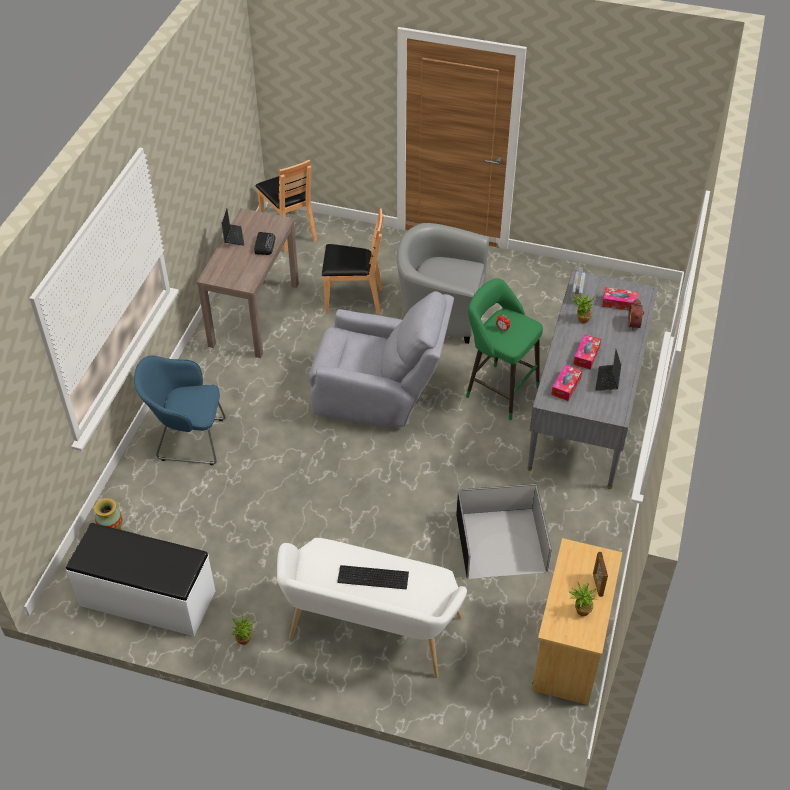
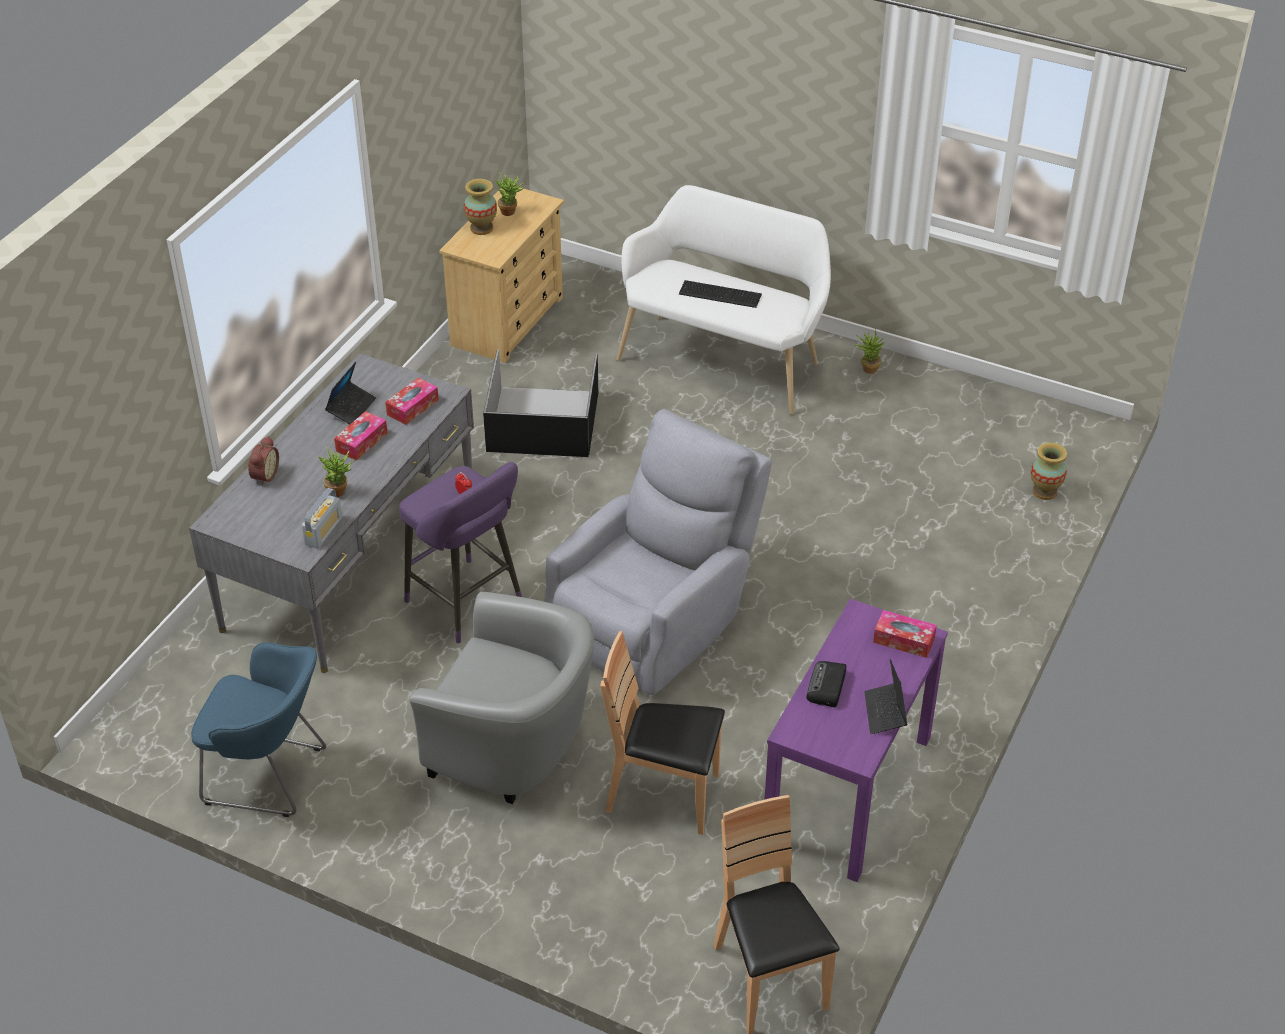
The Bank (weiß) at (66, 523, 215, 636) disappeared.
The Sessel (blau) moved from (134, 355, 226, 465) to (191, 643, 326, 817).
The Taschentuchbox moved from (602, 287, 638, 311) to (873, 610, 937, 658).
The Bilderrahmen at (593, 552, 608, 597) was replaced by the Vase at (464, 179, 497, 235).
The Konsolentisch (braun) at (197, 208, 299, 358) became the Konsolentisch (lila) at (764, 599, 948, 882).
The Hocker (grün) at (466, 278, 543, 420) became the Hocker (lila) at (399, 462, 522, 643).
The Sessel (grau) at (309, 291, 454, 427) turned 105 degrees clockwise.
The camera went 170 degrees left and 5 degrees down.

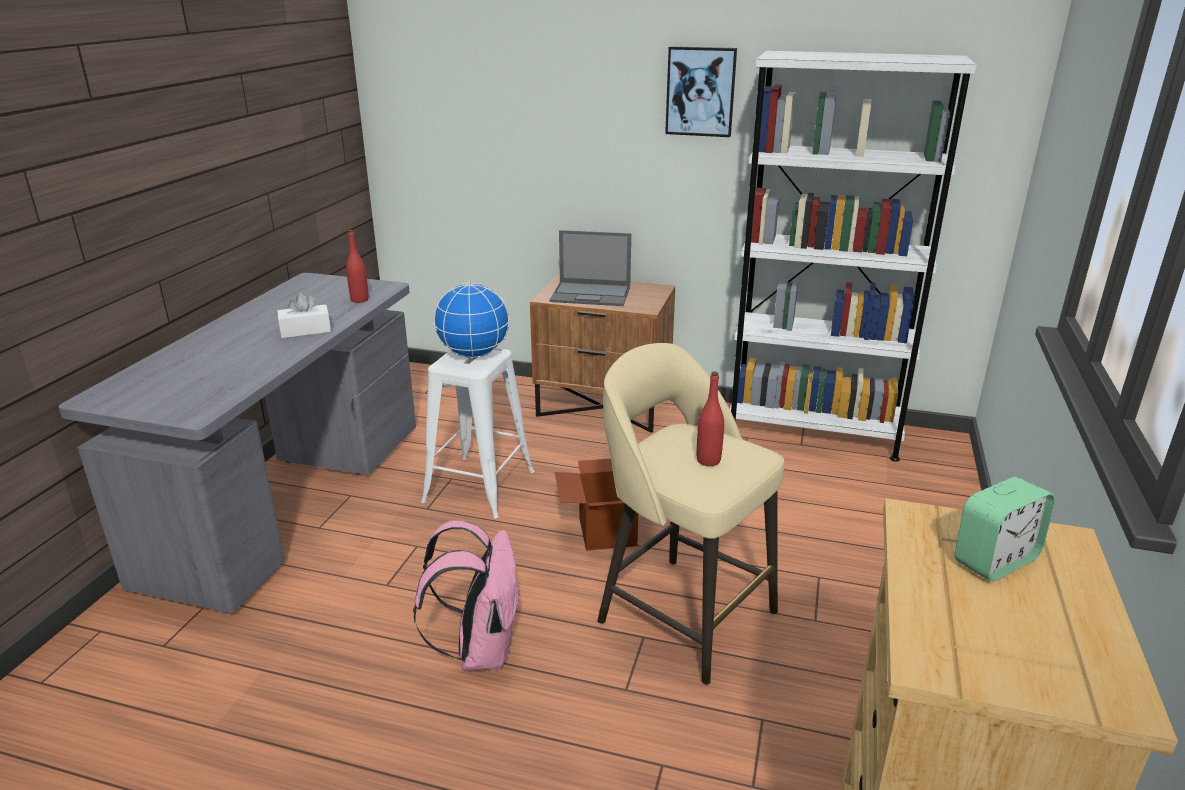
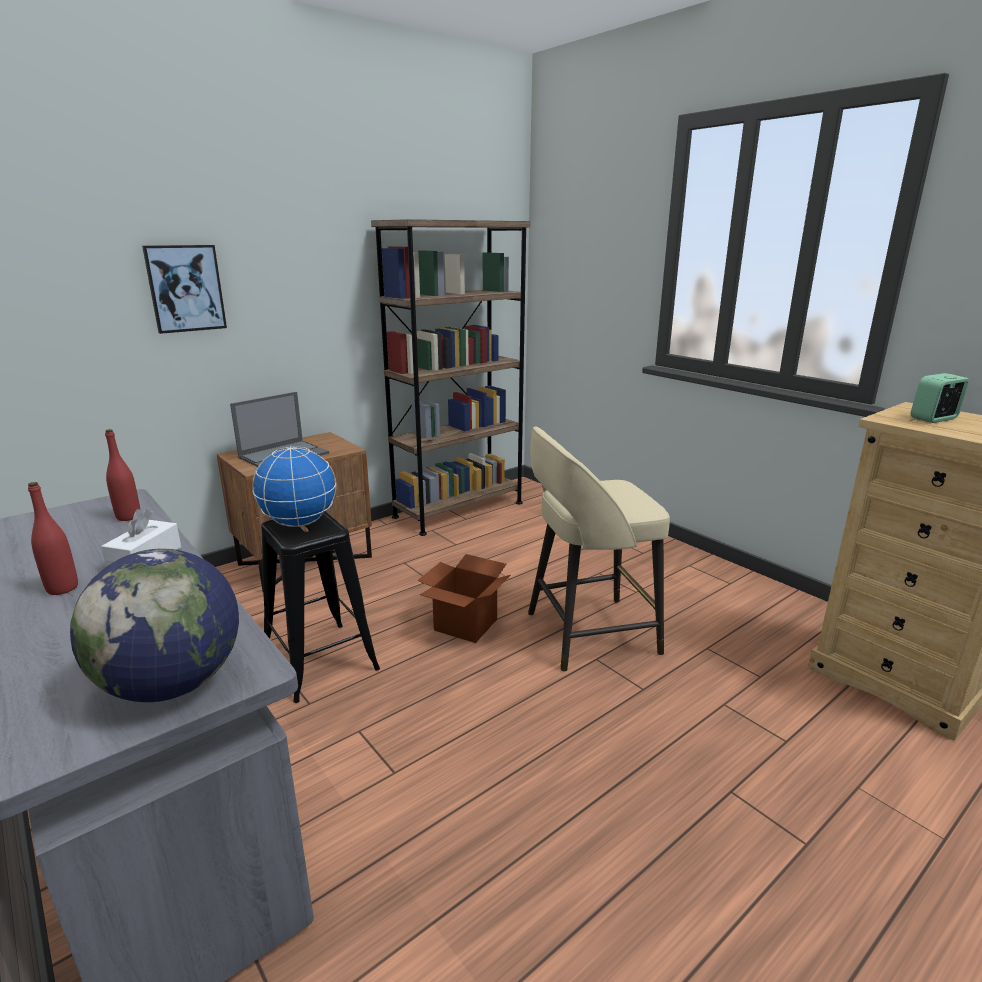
The Rucksack (rosa) at (413, 520, 521, 670) disappeared.
The Globus at (70, 549, 239, 702) appeared.
The Bild moved from (665, 46, 737, 137) to (142, 245, 227, 334).
The Flasche (rot) moved from (697, 372, 724, 466) to (28, 482, 78, 595).
The Hocker (weiß) at (421, 348, 534, 519) became the Hocker (schwarz) at (261, 511, 380, 703).
The Bücherregal (weiß) at (730, 51, 976, 462) became the Bücherregal (braun) at (371, 219, 531, 536).
The Wecker at (954, 477, 1055, 581) turned 120 degrees counterclockwise.
The camera went 55 degrees left and 5 degrees down.

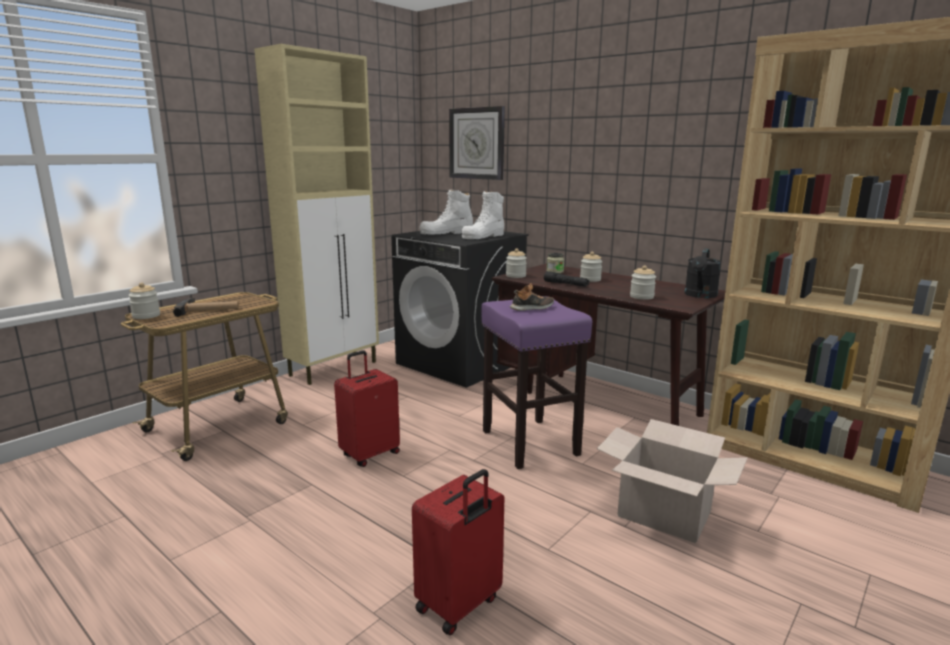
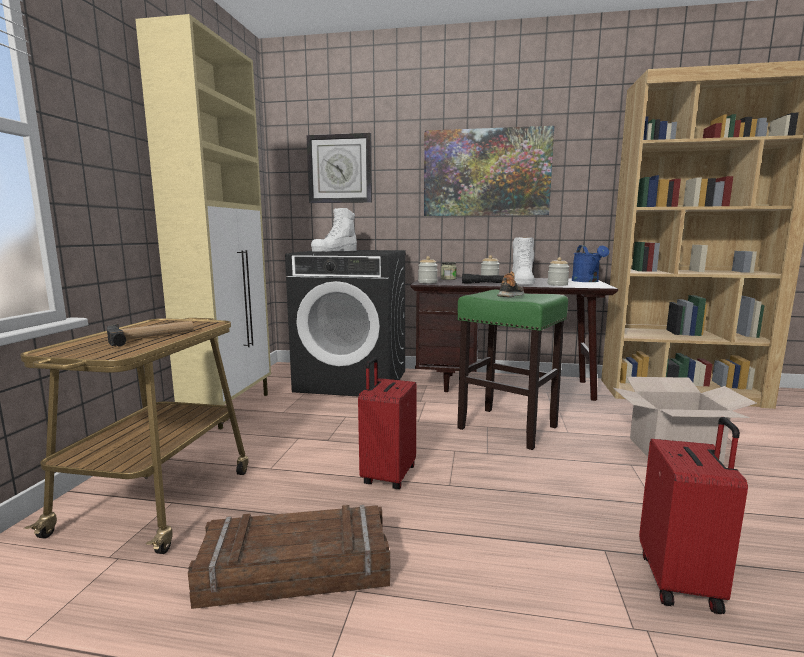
The Vorratsglas at (128, 282, 160, 319) disappeared.
The Kiste at (188, 505, 390, 609) appeared.
The Bild at (424, 126, 554, 216) appeared.
The Stiefel (weiß) moved from (461, 191, 504, 239) to (512, 237, 535, 284).
The Hocker (lila) at (481, 296, 592, 469) became the Hocker (grün) at (457, 290, 568, 450).
The Gießkanne (schwarz) at (685, 249, 721, 298) became the Gießkanne (blau) at (572, 245, 609, 282).
The camera went 30 degrees left and 5 degrees down.

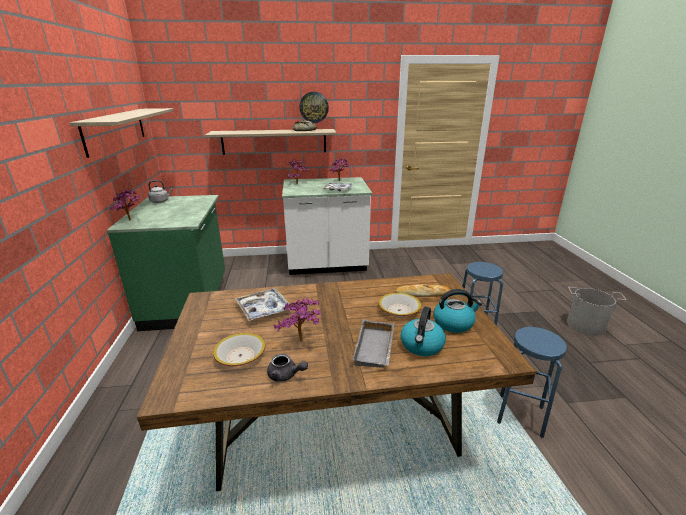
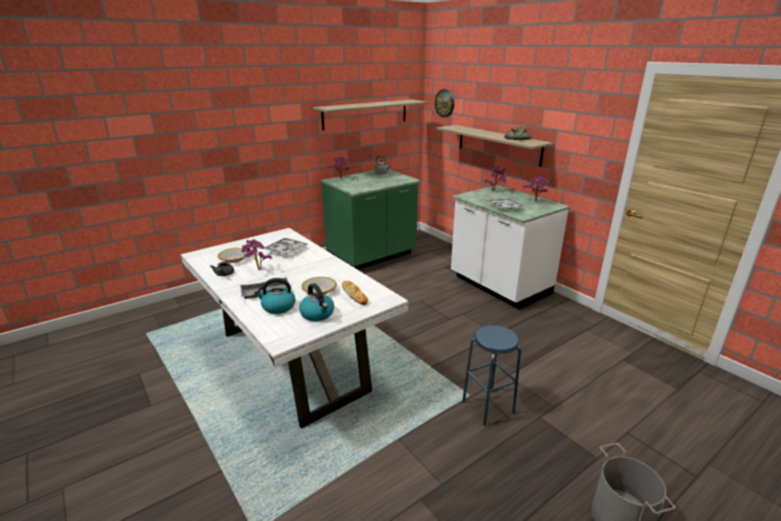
The Hocker (blau) at (497, 327, 567, 438) disappeared.
The Wanduhr moved from (299, 92, 329, 123) to (435, 89, 454, 117).
The Esstisch (braun) at (137, 273, 536, 491) became the Esstisch (weiß) at (181, 228, 408, 429).
The camera went 60 degrees right and 0 degrees up.

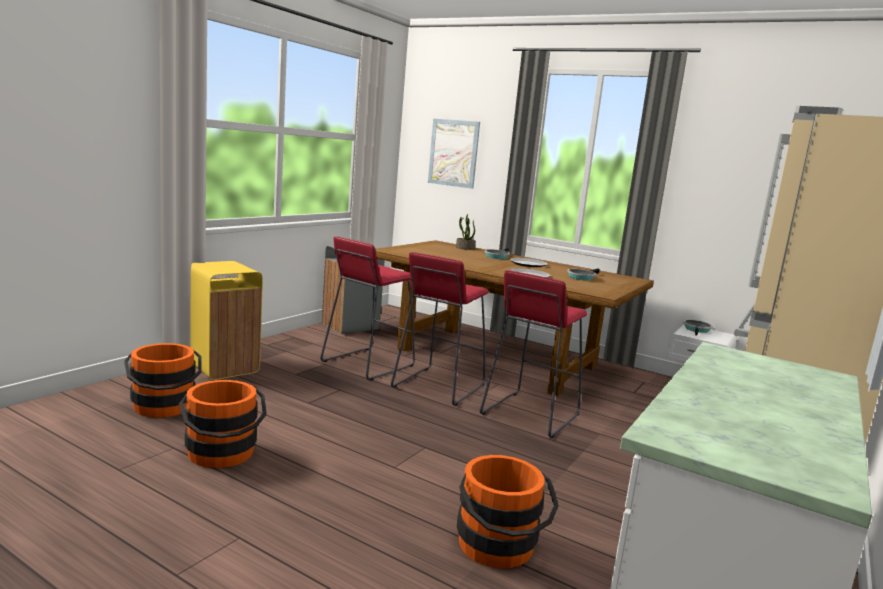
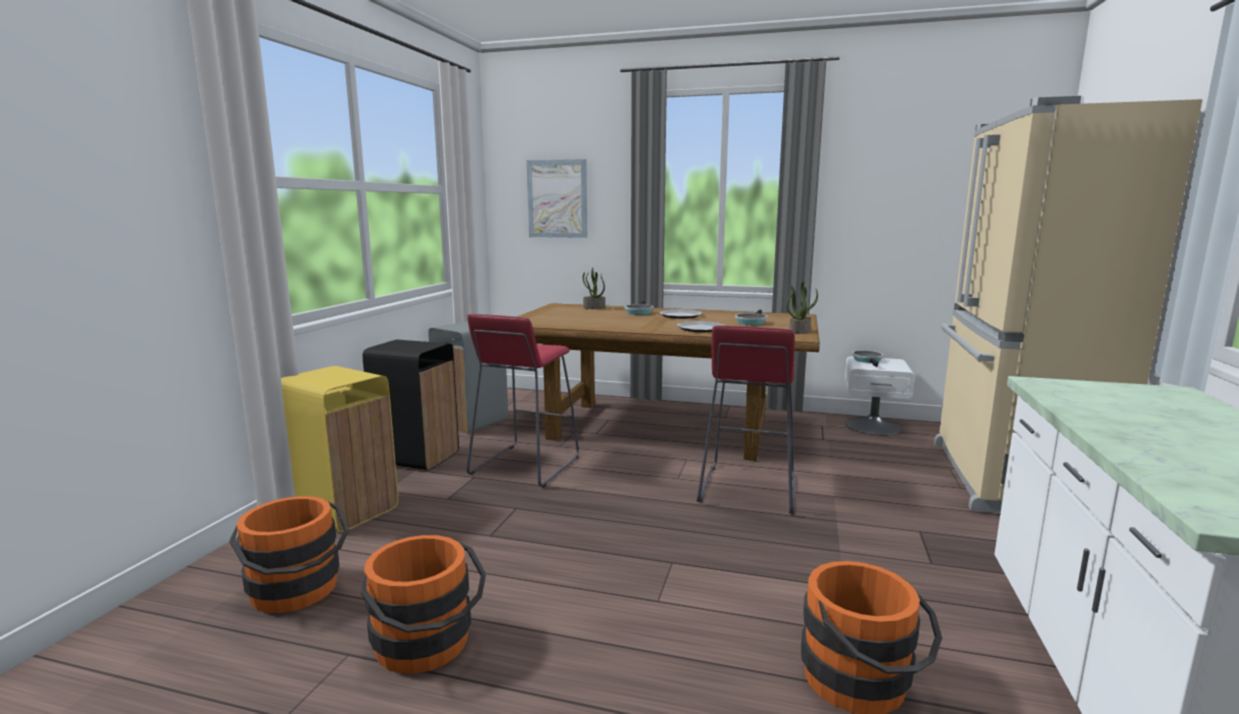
The Hocker (rot) at (391, 252, 489, 406) disappeared.
The Mülleimer (schwarz) at (363, 340, 459, 470) appeared.
The Topfpflanze at (786, 282, 818, 334) appeared.
The camera went 15 degrees left and 0 degrees up.

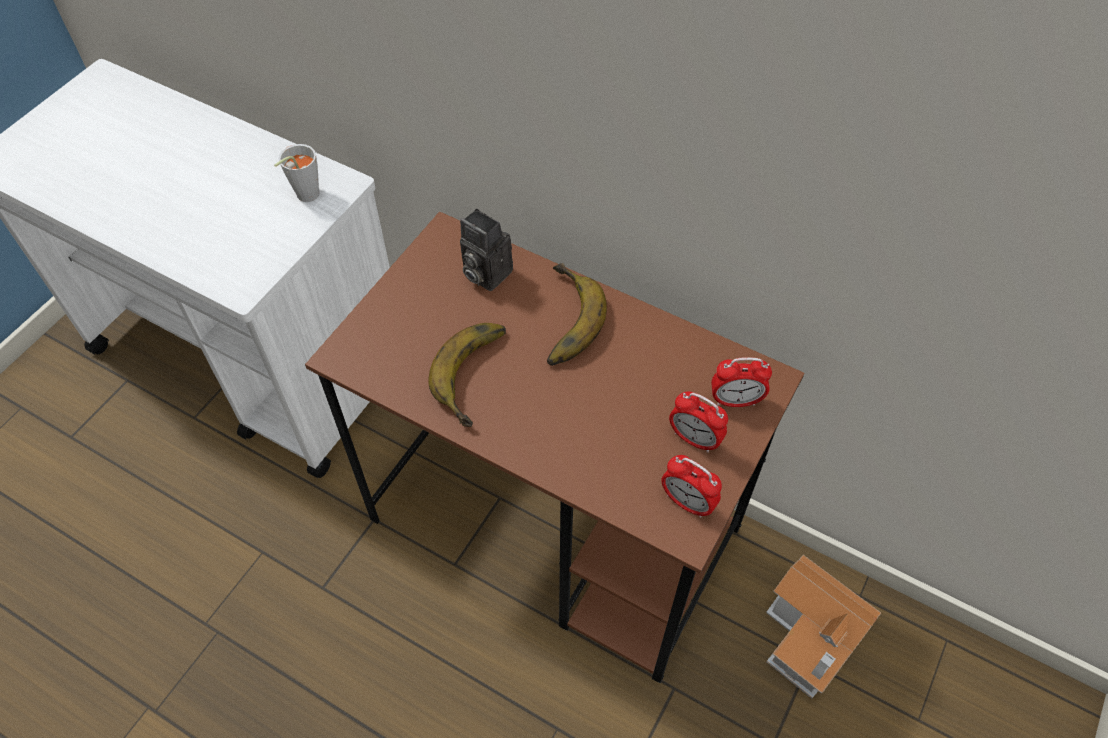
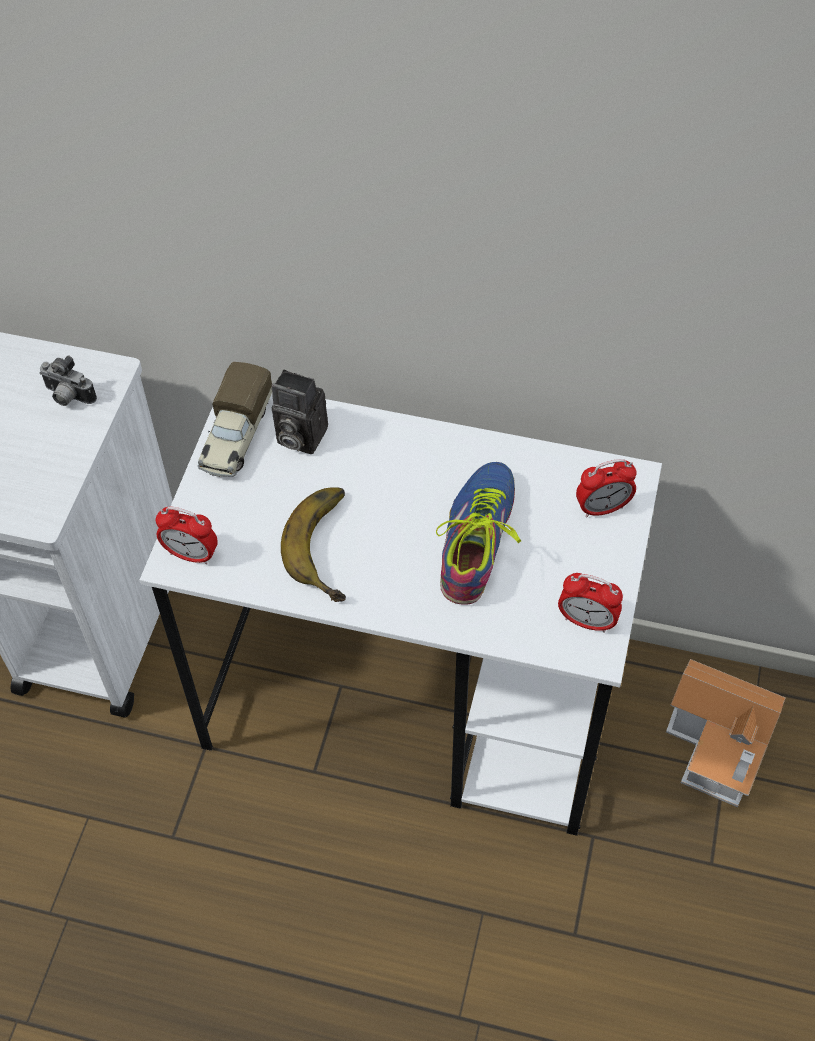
The Banane at (547, 263, 607, 366) disappeared.
The Spielzeuglaster at (198, 362, 272, 477) appeared.
The Schuh at (436, 462, 521, 605) appeared.
The Wecker moved from (669, 391, 728, 452) to (156, 506, 218, 564).
The Tasse (grau) at (274, 144, 320, 202) was replaced by the Kamera at (40, 355, 97, 406).
The Schreibtisch (braun) at (305, 212, 804, 683) became the Schreibtisch (weiß) at (140, 394, 662, 836).
The camera went 15 degrees left and 0 degrees up.

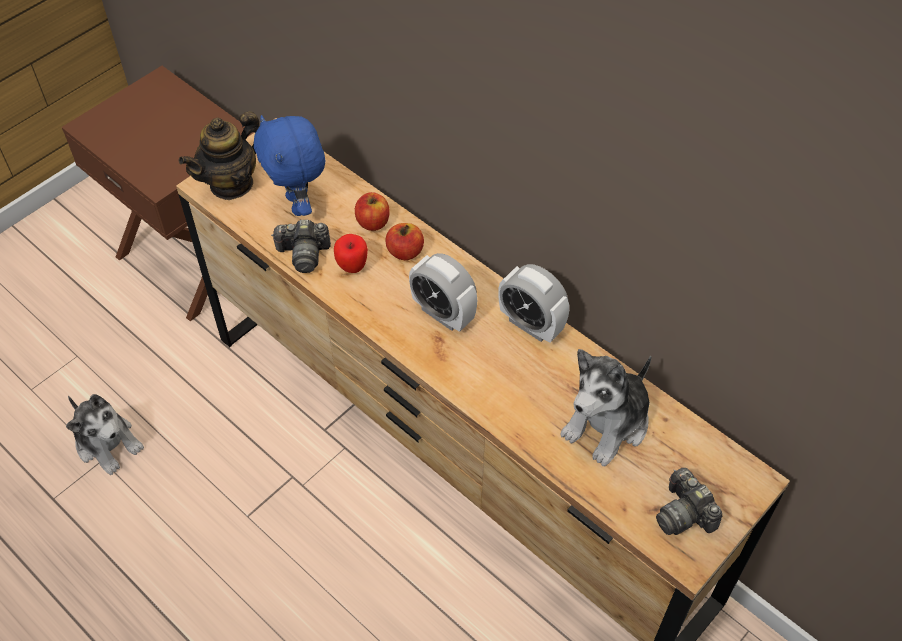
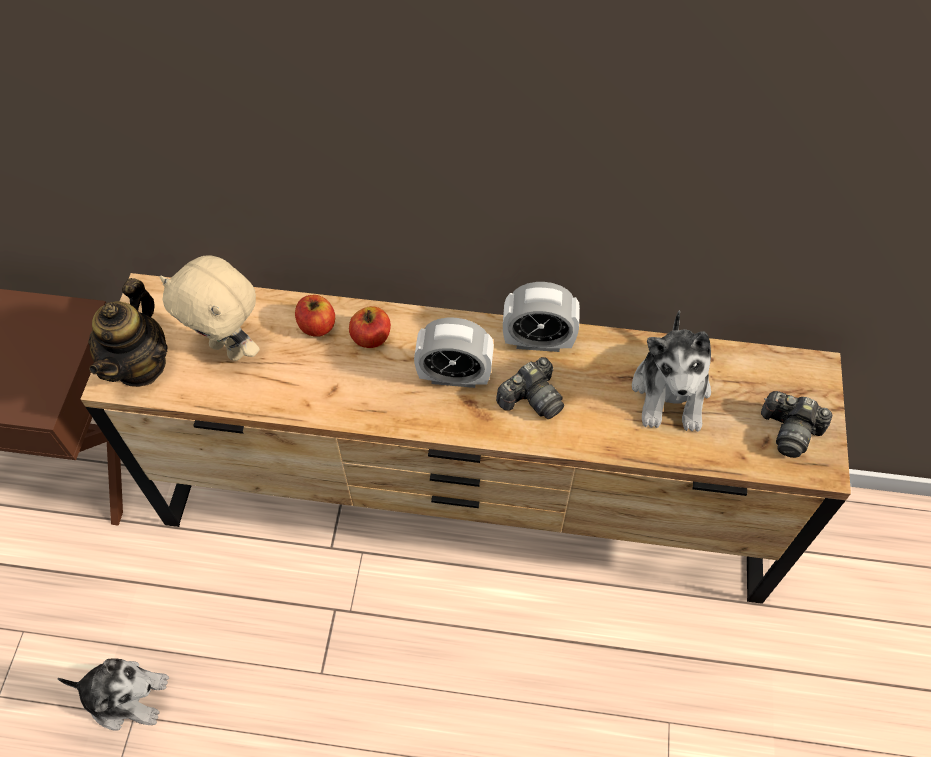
The Apfel at (334, 234, 368, 273) disappeared.
The Kamera moved from (271, 220, 331, 273) to (496, 357, 564, 419).
The Plüschtier (blau) at (254, 115, 325, 216) became the Plüschtier (beige) at (160, 255, 260, 361).
The camera went 35 degrees left and 5 degrees up.

